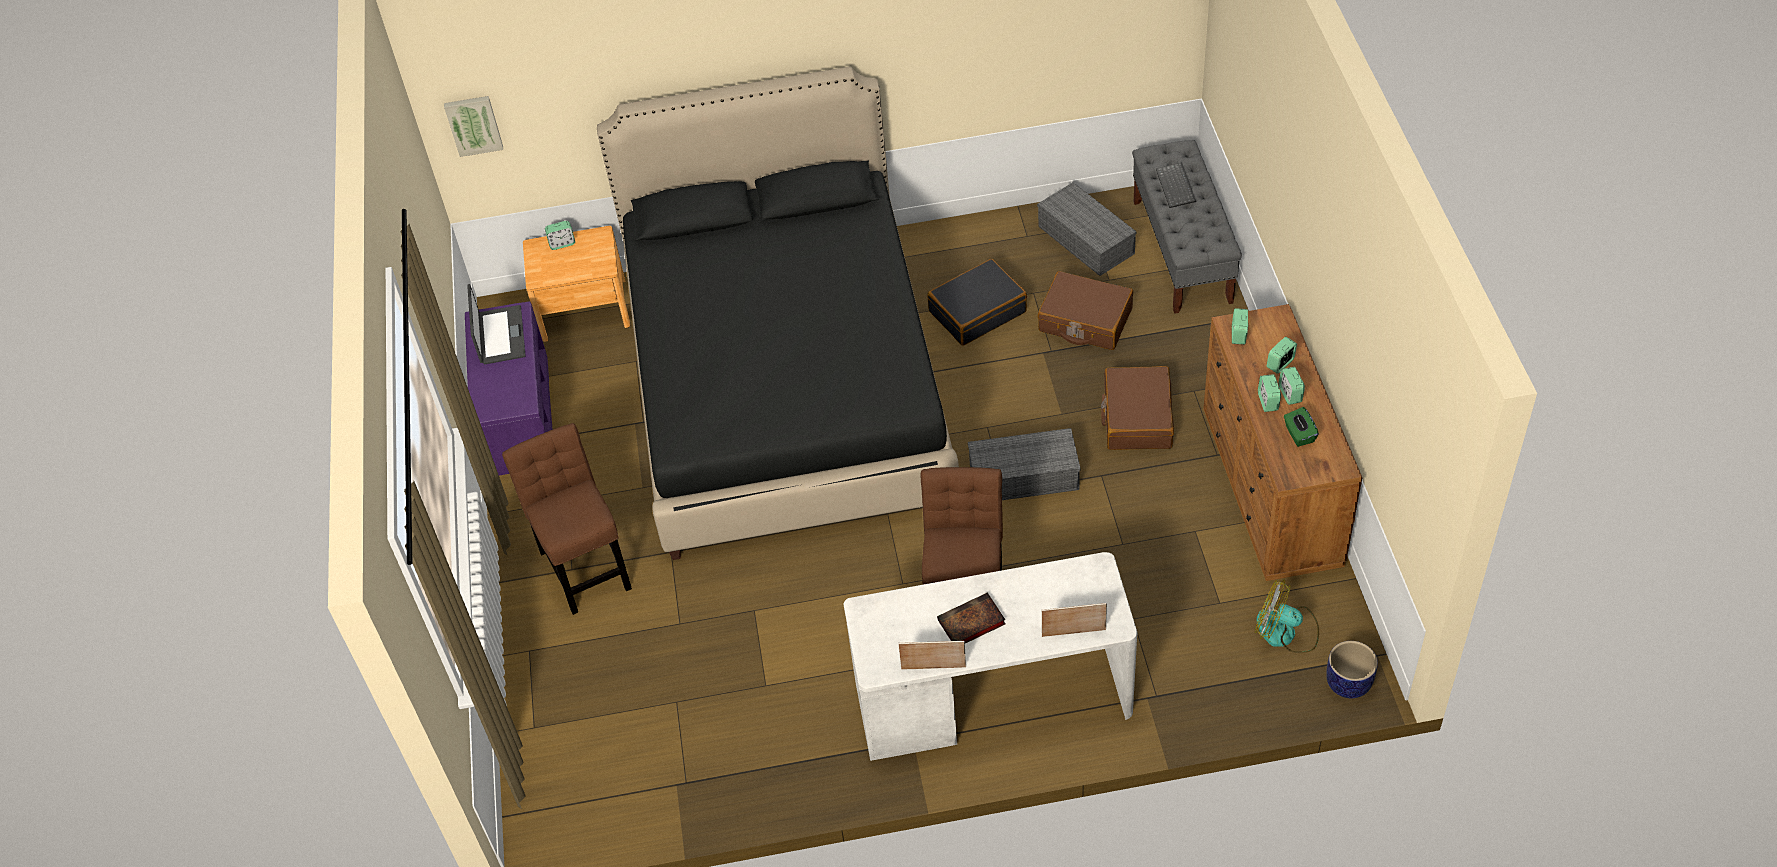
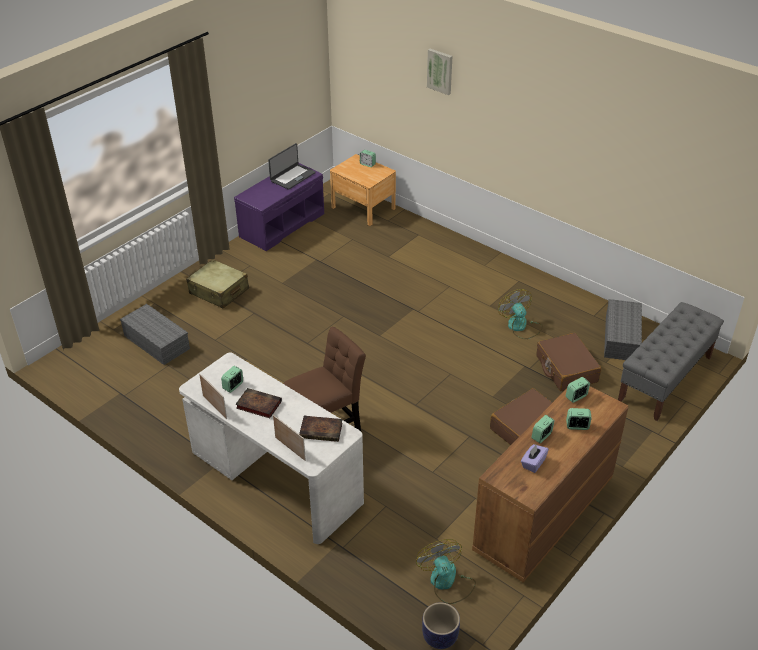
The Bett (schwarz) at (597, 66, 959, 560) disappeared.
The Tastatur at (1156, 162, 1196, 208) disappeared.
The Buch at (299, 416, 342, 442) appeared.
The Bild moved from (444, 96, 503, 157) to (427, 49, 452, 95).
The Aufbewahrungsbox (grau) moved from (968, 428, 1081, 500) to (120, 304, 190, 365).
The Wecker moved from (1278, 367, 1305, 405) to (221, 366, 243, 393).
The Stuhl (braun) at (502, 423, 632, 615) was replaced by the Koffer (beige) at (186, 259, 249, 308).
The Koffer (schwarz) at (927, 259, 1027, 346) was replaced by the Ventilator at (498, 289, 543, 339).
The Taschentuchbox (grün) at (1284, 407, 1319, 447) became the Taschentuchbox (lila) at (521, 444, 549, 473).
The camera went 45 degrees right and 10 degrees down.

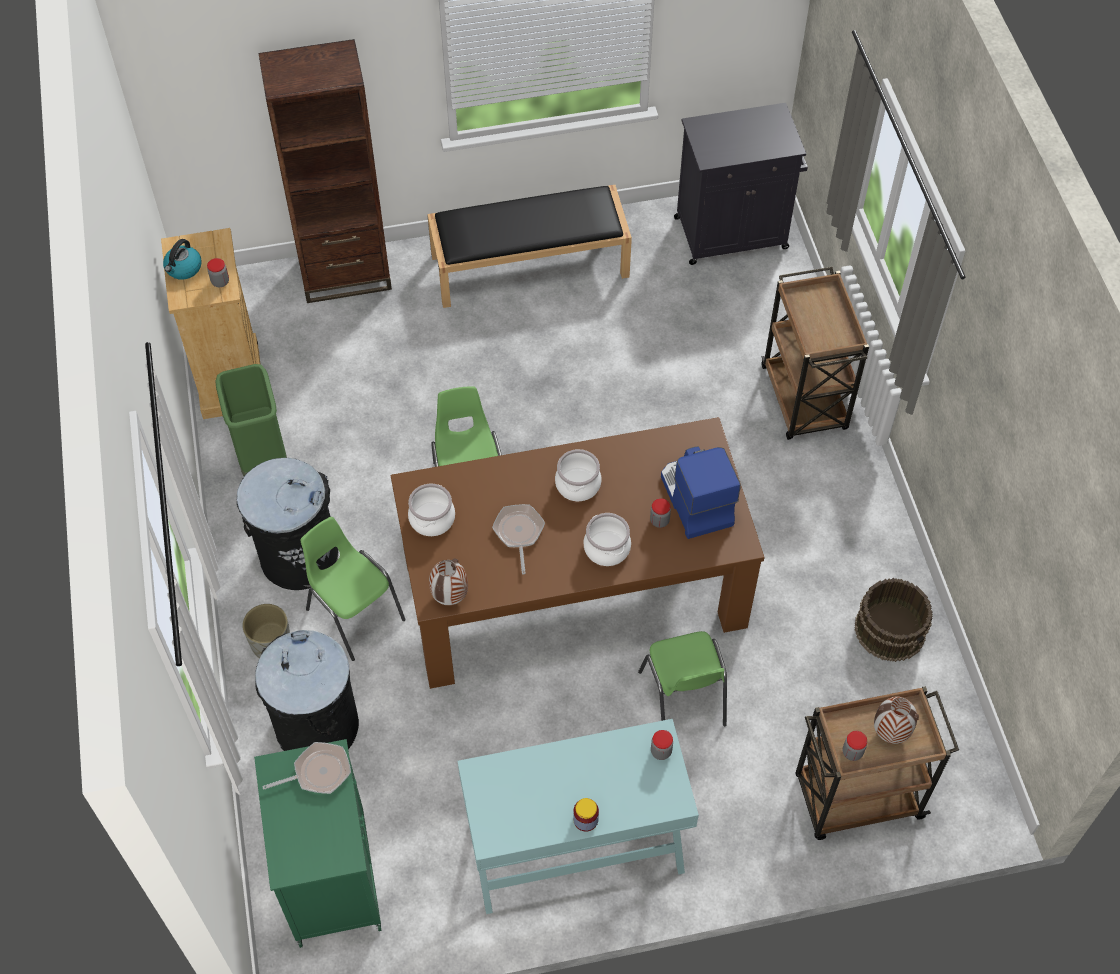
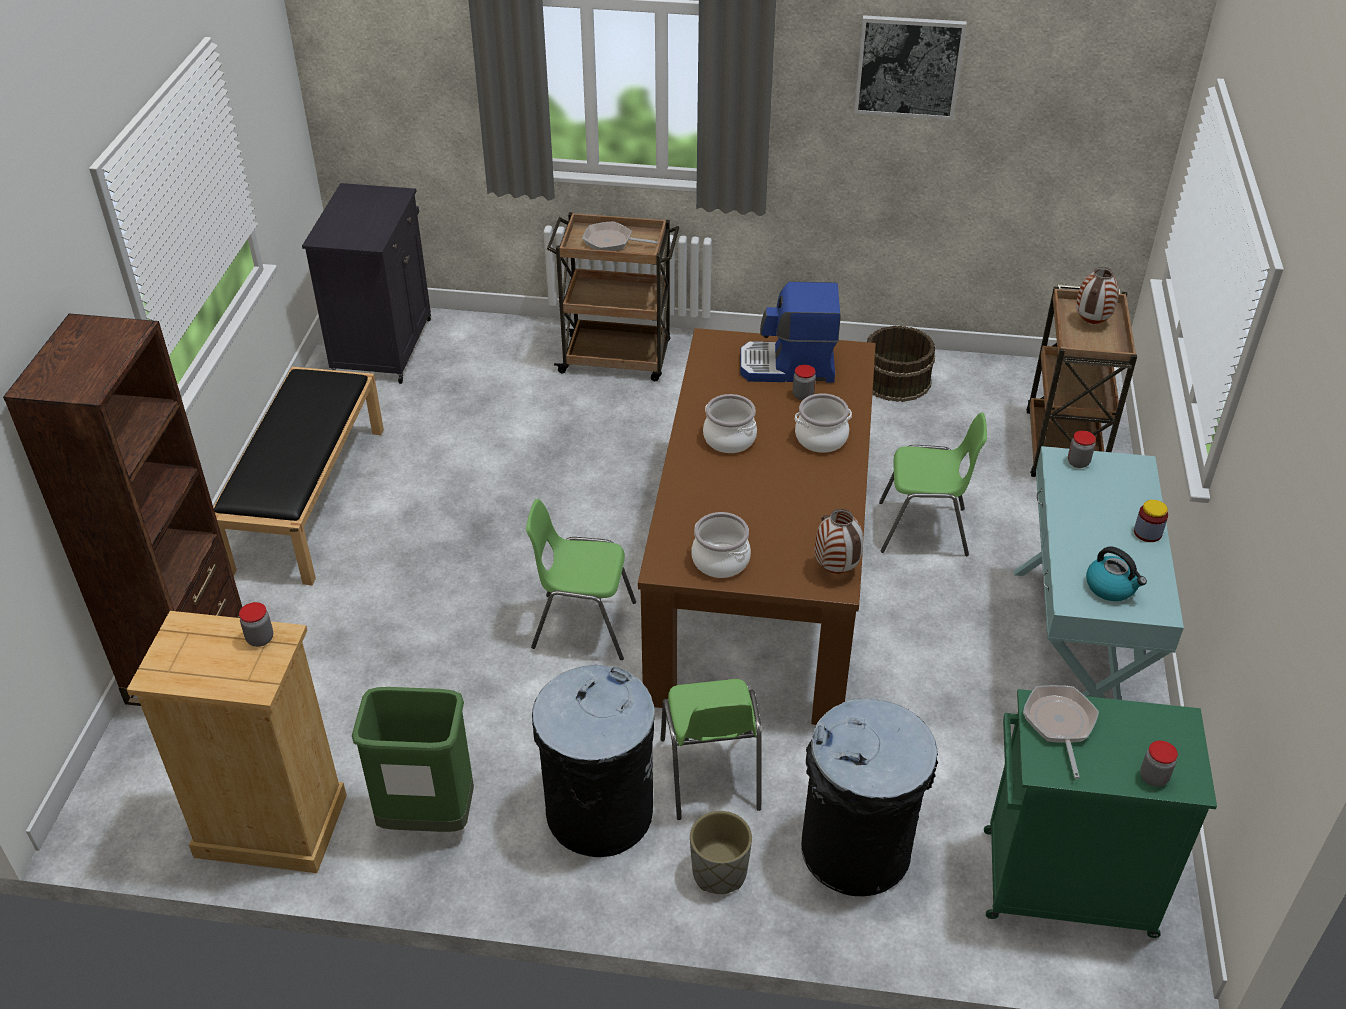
The Bild at (854, 15, 967, 120) appeared.
The Wasserkessel moved from (163, 239, 202, 280) to (1086, 546, 1147, 601).
The Pfanne moved from (492, 504, 545, 575) to (582, 221, 658, 251).
The Vorratsglas moved from (843, 731, 867, 761) to (1140, 741, 1178, 787).
The Stuhl (grün) at (301, 517, 406, 661) turned 75 degrees counterclockwise.
The camera went 70 degrees left and 15 degrees down.

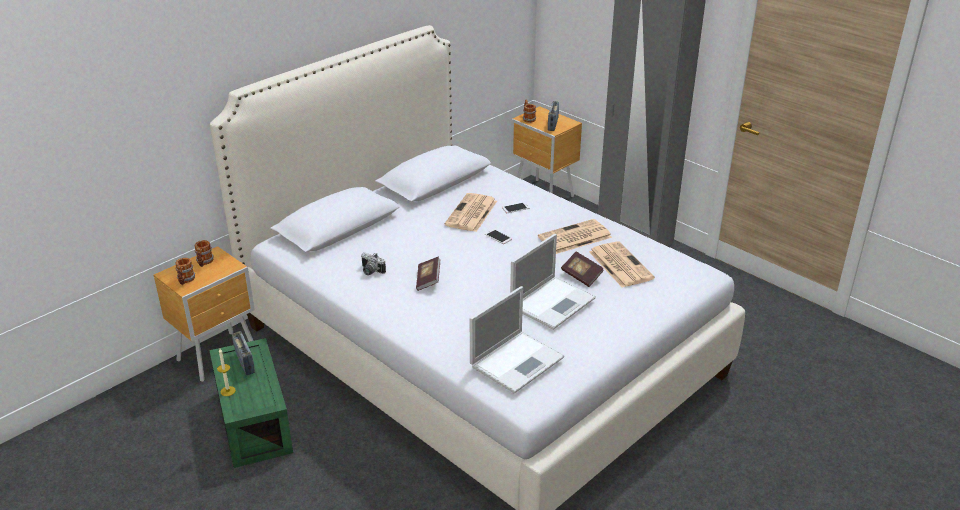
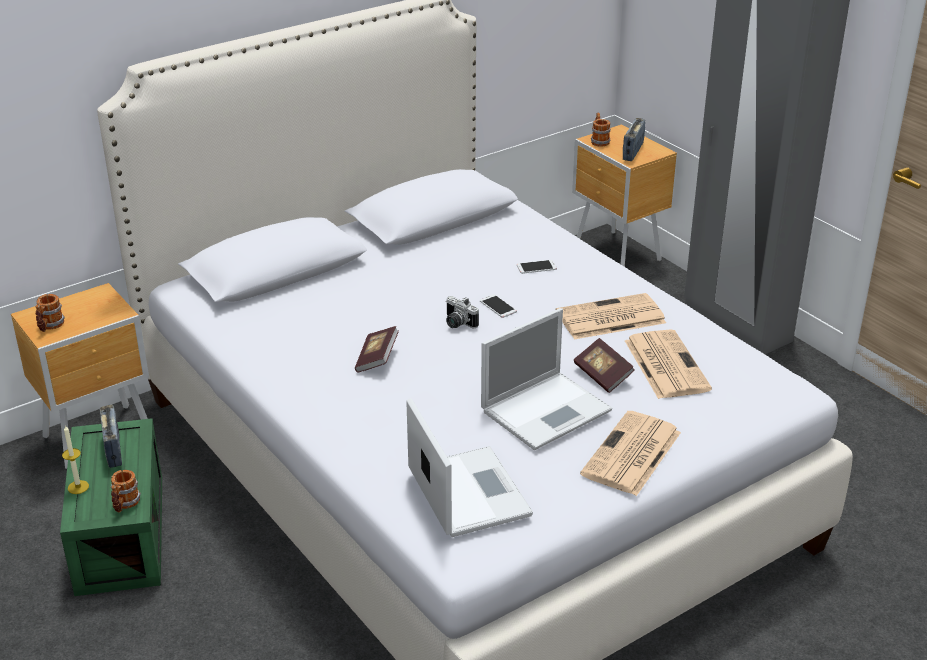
The Henkelbecher moved from (195, 240, 214, 267) to (111, 470, 141, 513).
The Kamera moved from (361, 253, 386, 275) to (446, 296, 479, 328).
The Zeitung moved from (444, 193, 497, 232) to (580, 411, 681, 496).
The Laptop at (470, 286, 564, 394) turned 75 degrees counterclockwise.
The camera went 10 degrees right and 0 degrees up.

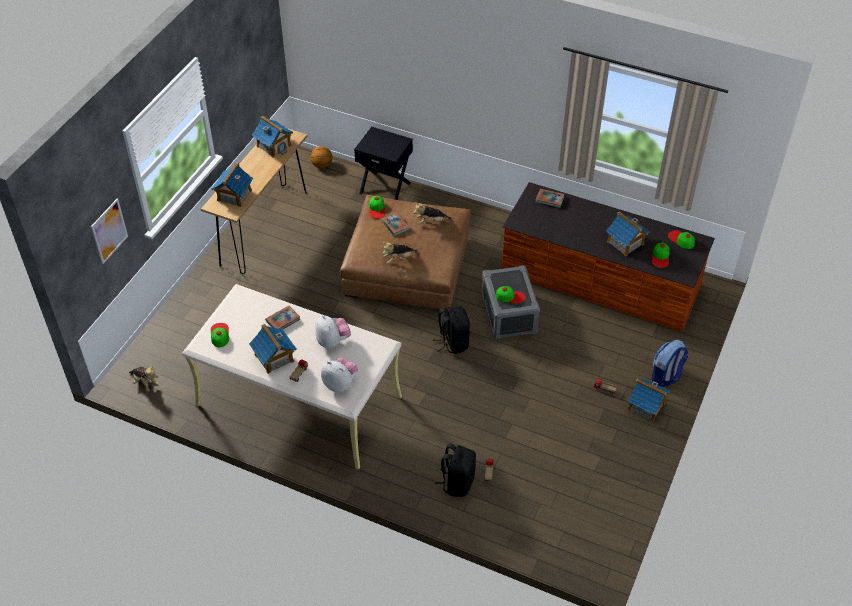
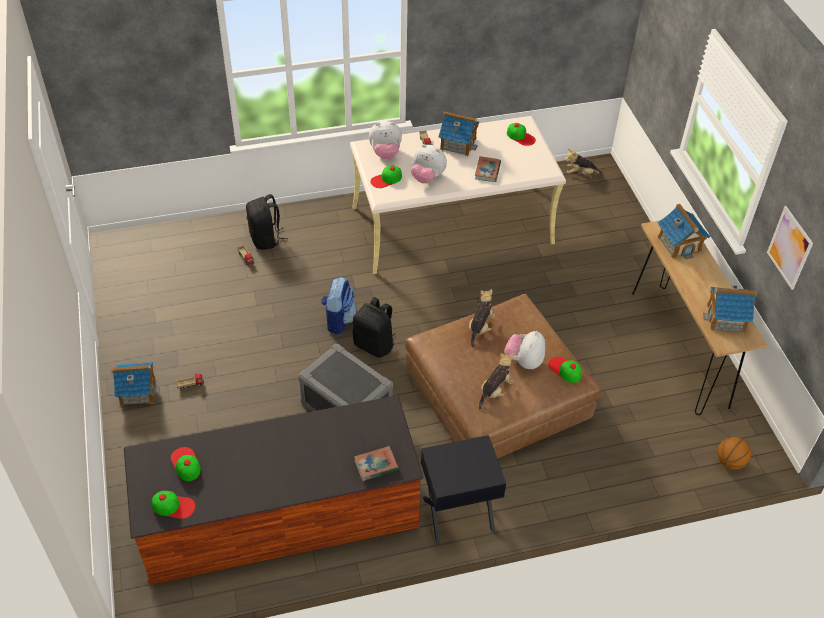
The Spielzeughaus at (606, 211, 650, 257) disappeared.
The Bild moved from (91, 199, 128, 264) to (767, 206, 813, 290).
The Nachttisch (schwarz) moved from (354, 127, 413, 200) to (421, 435, 506, 545).
The Kappe moved from (496, 286, 525, 304) to (370, 166, 402, 188).
The Rucksack moved from (652, 340, 688, 387) to (321, 277, 357, 335).
The Buch at (382, 212, 409, 236) was replaced by the Plüschtier at (504, 331, 545, 369).
The camera went 140 degrees right and 0 degrees up.

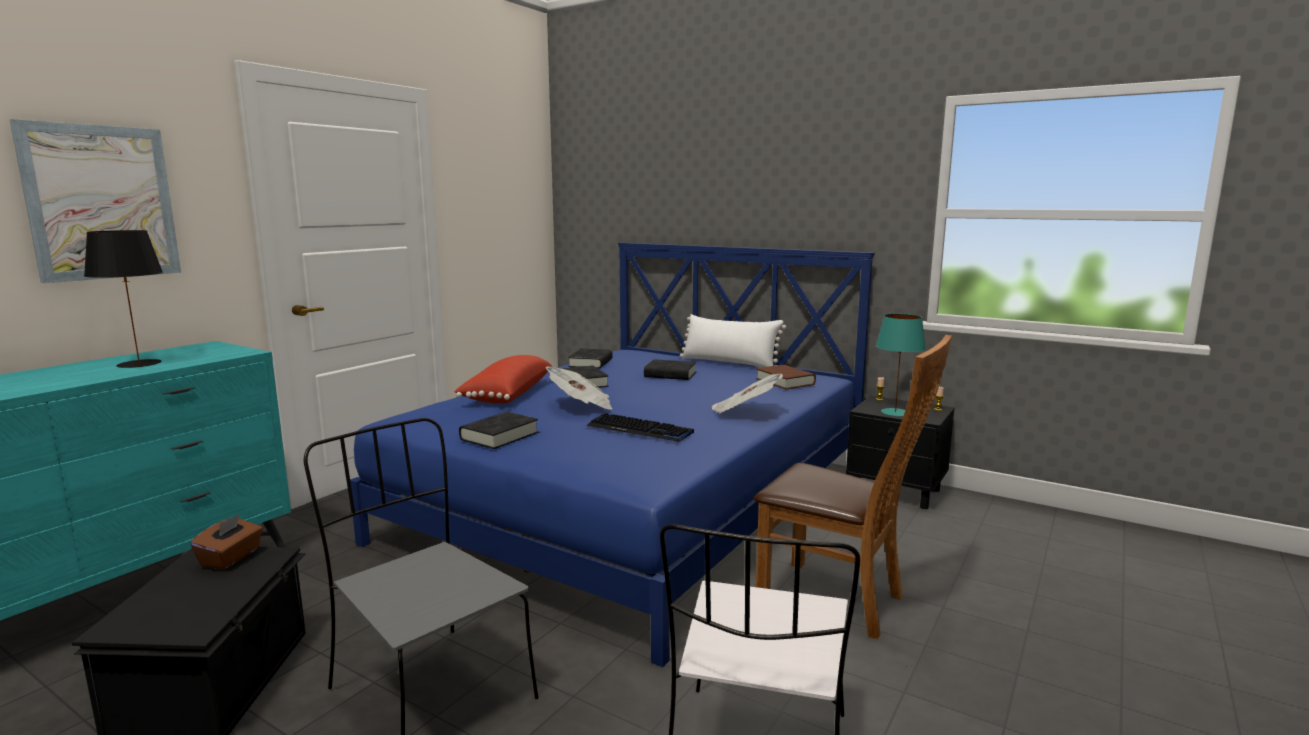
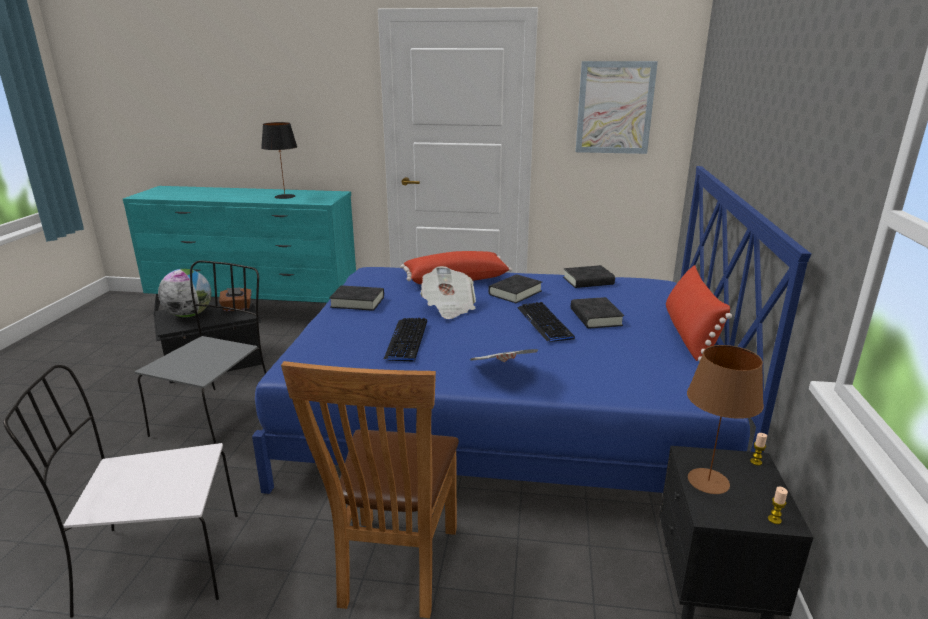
The Buch (braun) at (756, 365, 816, 389) disappeared.
The Globus at (158, 269, 211, 317) appeared.
The Tastatur at (517, 302, 575, 342) appeared.
The Bild moved from (9, 119, 181, 283) to (575, 61, 658, 154).
The Kissen (weiß) at (680, 314, 786, 368) became the Kissen (rot) at (666, 265, 732, 362).
The Tischlampe (türkis) at (876, 314, 926, 416) became the Tischlampe (braun) at (687, 345, 764, 494).
The camera went 65 degrees right and 10 degrees up.

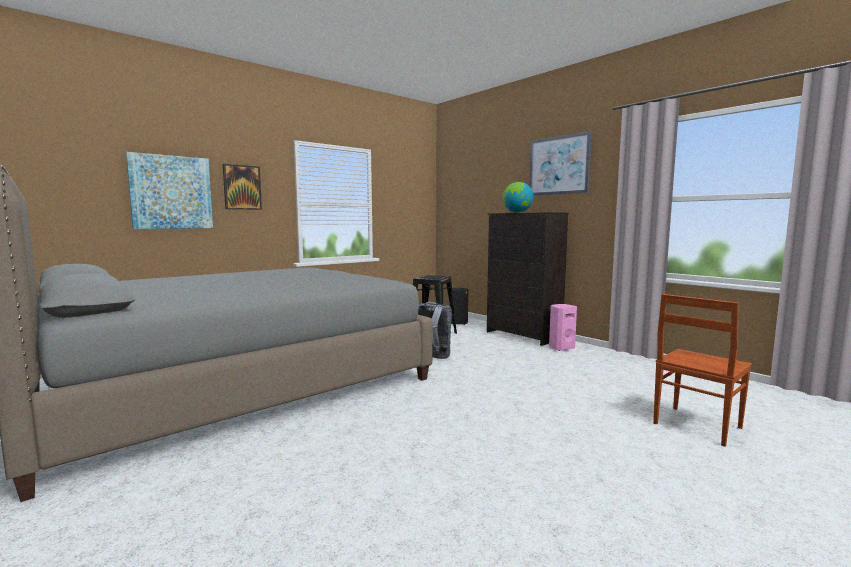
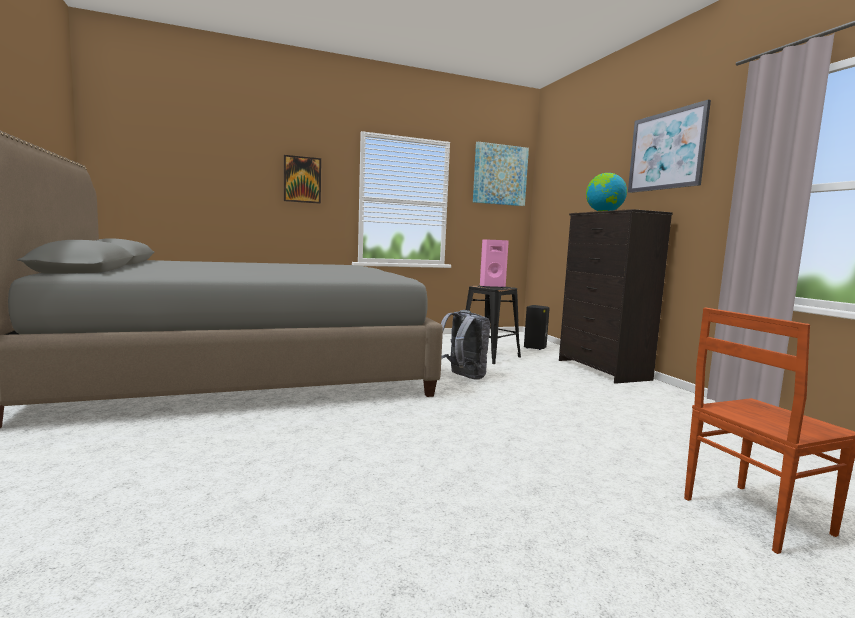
The Bild moved from (126, 152, 213, 229) to (473, 141, 529, 206).
The Lautsprecher (rosa) moved from (549, 304, 577, 351) to (480, 239, 509, 288).
The camera went 20 degrees right and 0 degrees up.

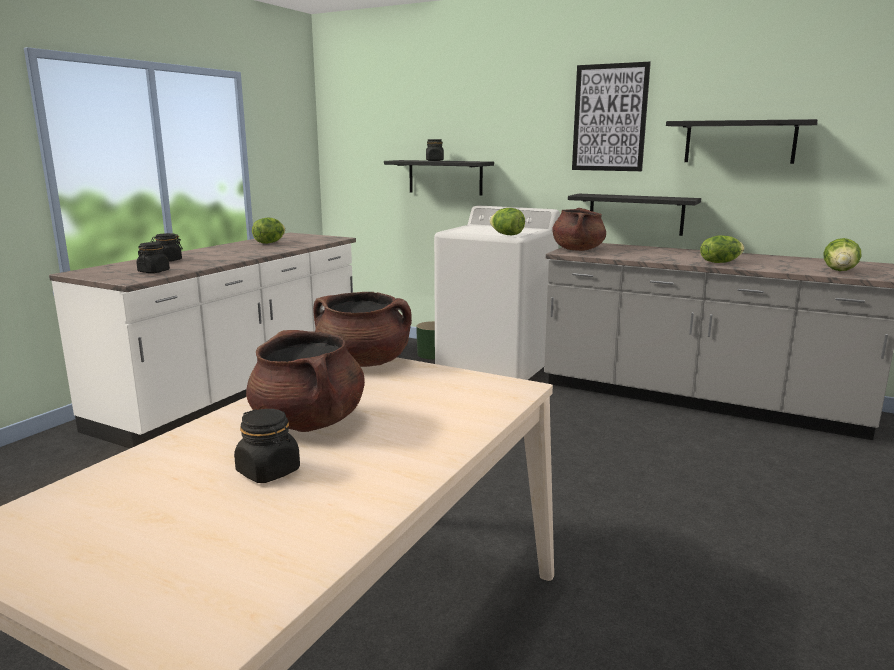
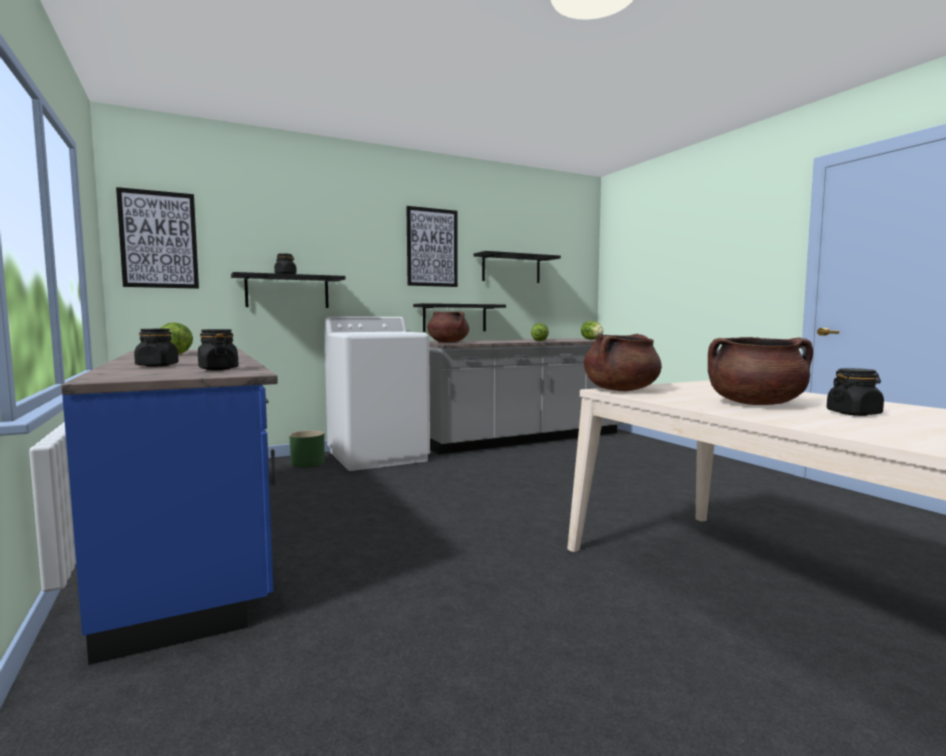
The Salatkopf at (490, 208, 525, 235) disappeared.
The Bild at (116, 187, 199, 289) appeared.
The Küchenzeile (weiß) at (49, 233, 356, 448) became the Küchenzeile (blau) at (61, 349, 278, 665).
The camera went 55 degrees left and 10 degrees down.

